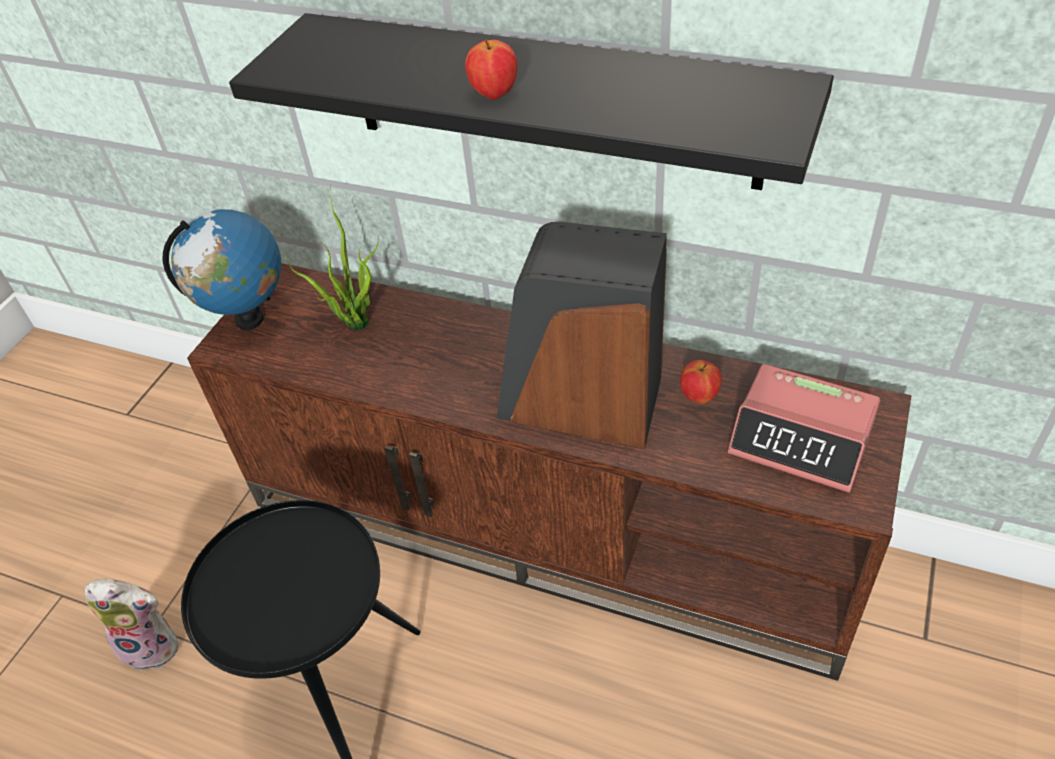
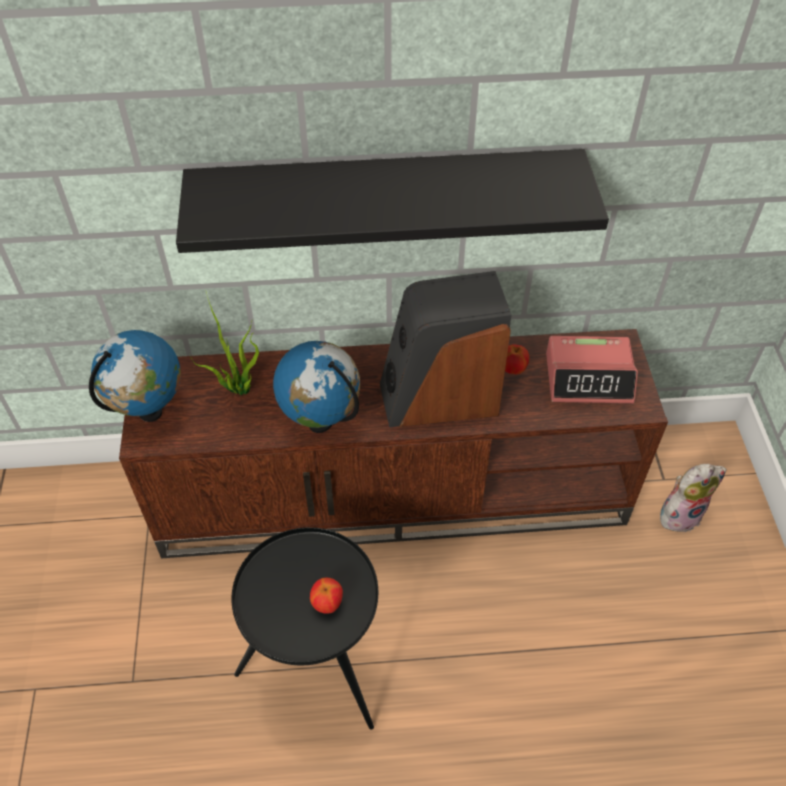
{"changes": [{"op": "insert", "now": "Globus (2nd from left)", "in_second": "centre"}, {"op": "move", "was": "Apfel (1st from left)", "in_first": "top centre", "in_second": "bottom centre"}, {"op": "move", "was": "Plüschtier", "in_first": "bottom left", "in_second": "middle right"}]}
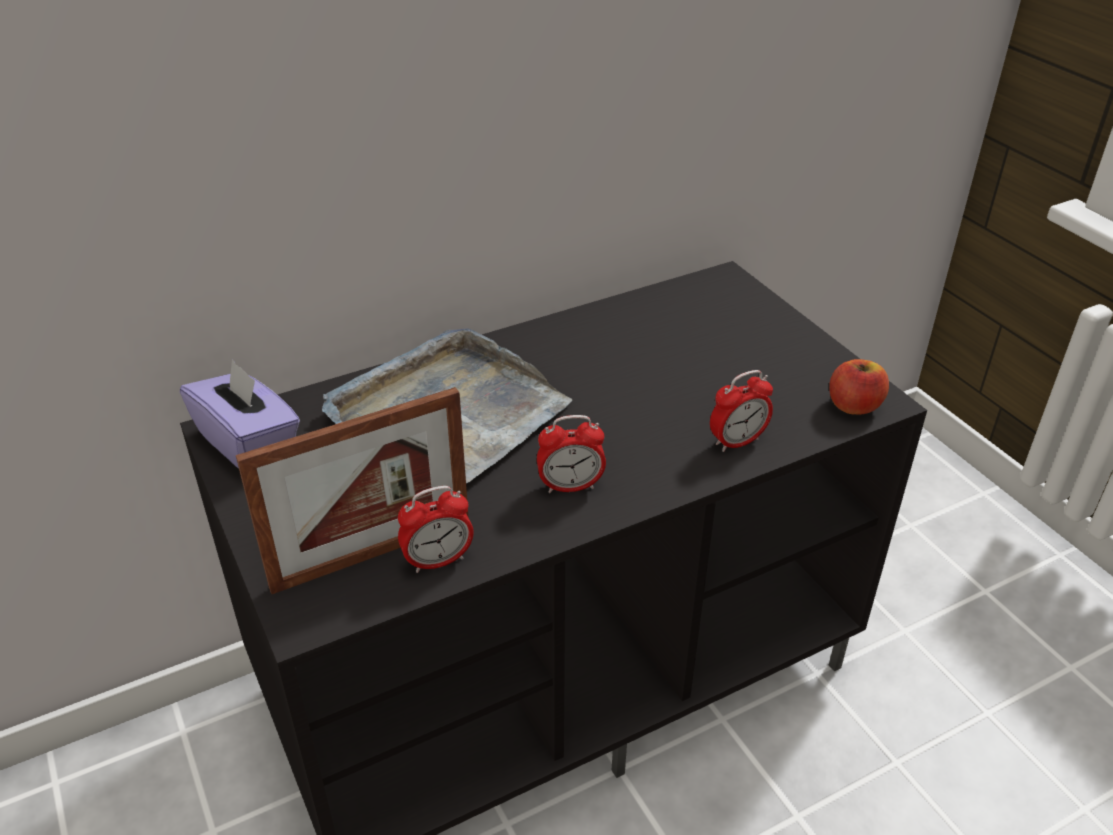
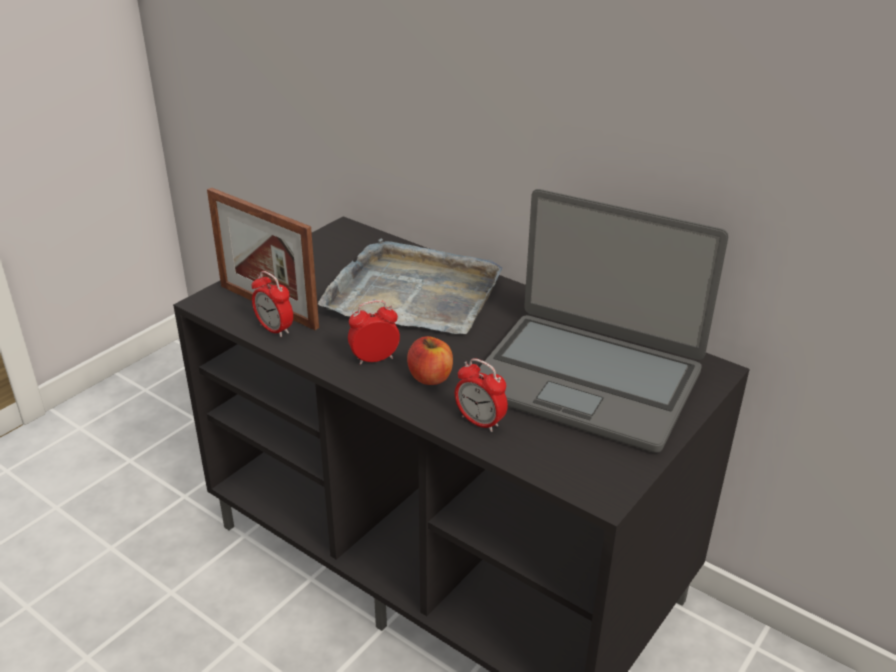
{"changes": [{"op": "rotate", "was": "Wecker (2nd from left)", "in_first": "centre", "in_second": "centre", "clockwise": 105}, {"op": "move", "was": "Apfel", "in_first": "middle right", "in_second": "centre"}, {"op": "insert", "now": "Laptop", "in_second": "middle right"}, {"op": "delete", "was": "Taschentuchbox (lila)", "in_first": "middle left"}]}
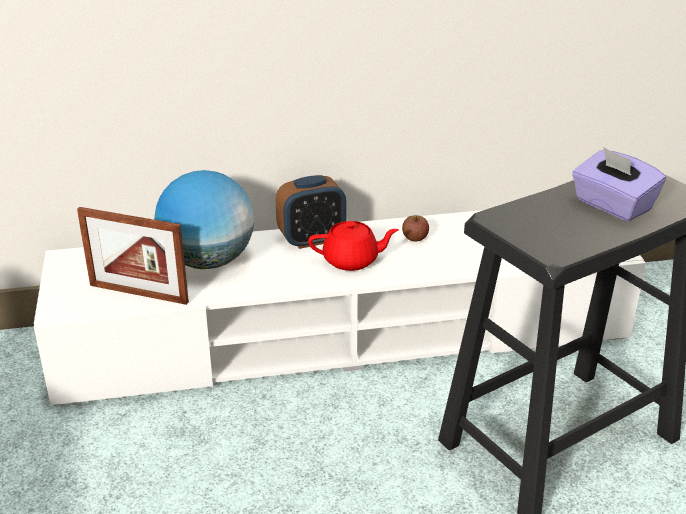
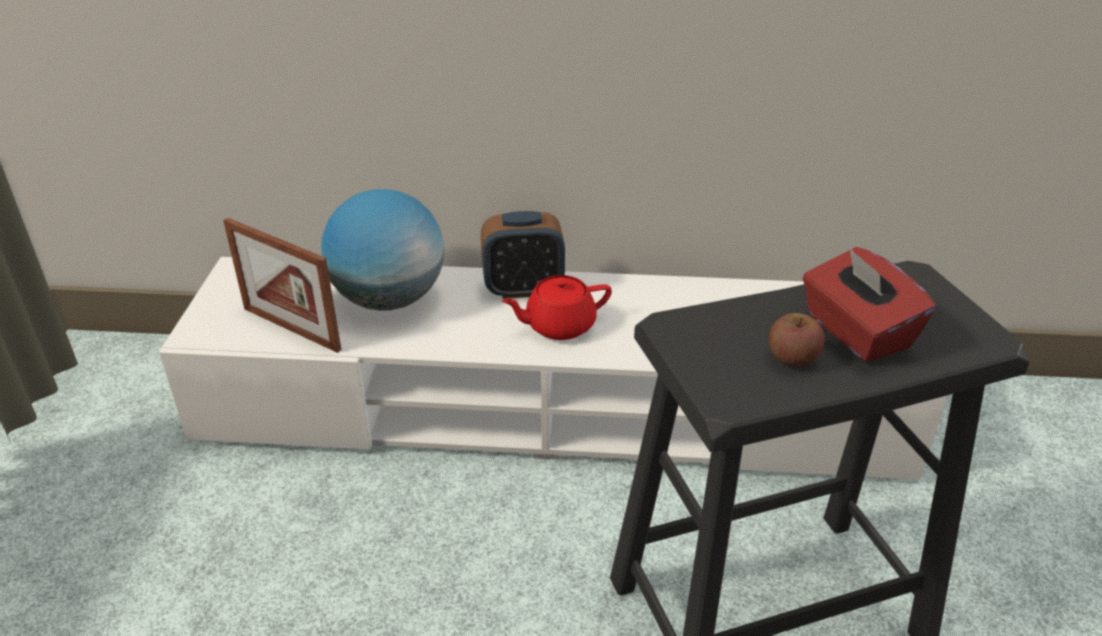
{"changes": [{"op": "rotate", "was": "Teekanne (rot)", "in_first": "centre", "in_second": "centre", "clockwise": 150}, {"op": "move", "was": "Apfel", "in_first": "centre", "in_second": "middle right"}, {"op": "recolor", "was": "Taschentuchbox (lila)", "now": "Taschentuchbox (rot)", "in_first": "middle right", "in_second": "middle right"}]}
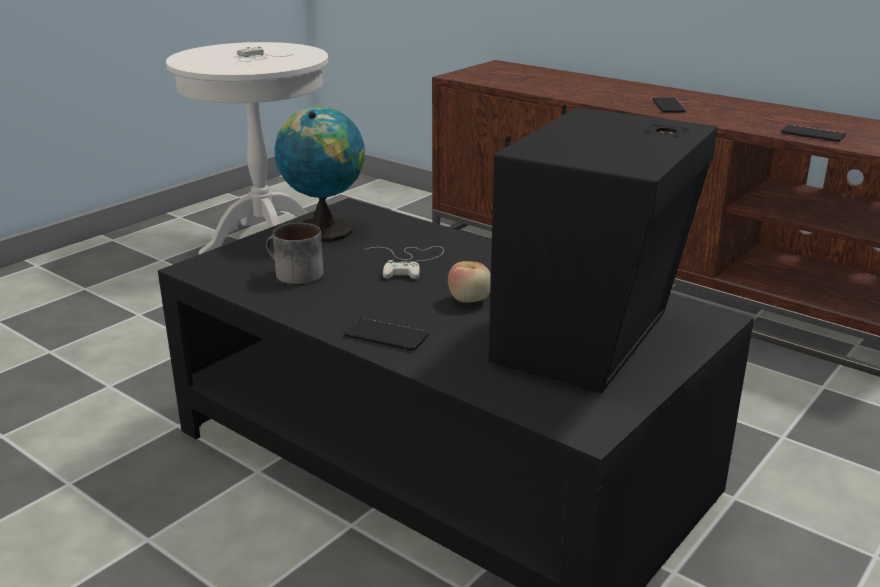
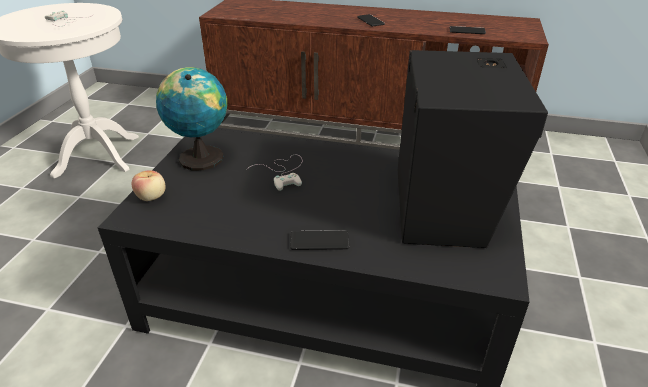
{"changes": [{"op": "move", "was": "Apfel", "in_first": "centre", "in_second": "middle left"}, {"op": "delete", "was": "Henkelbecher", "in_first": "centre"}]}
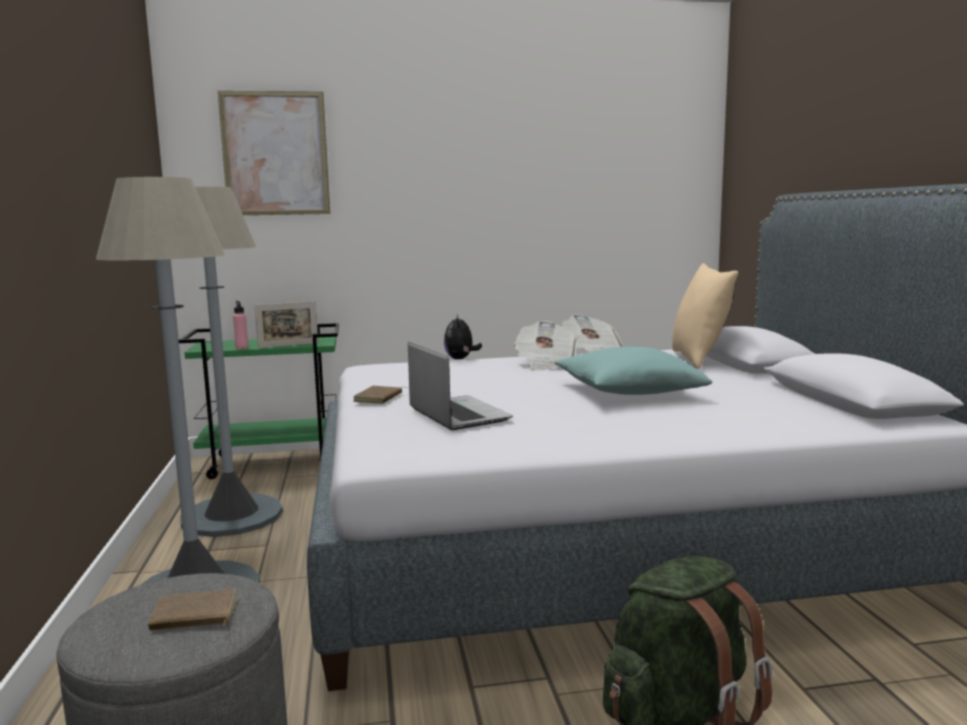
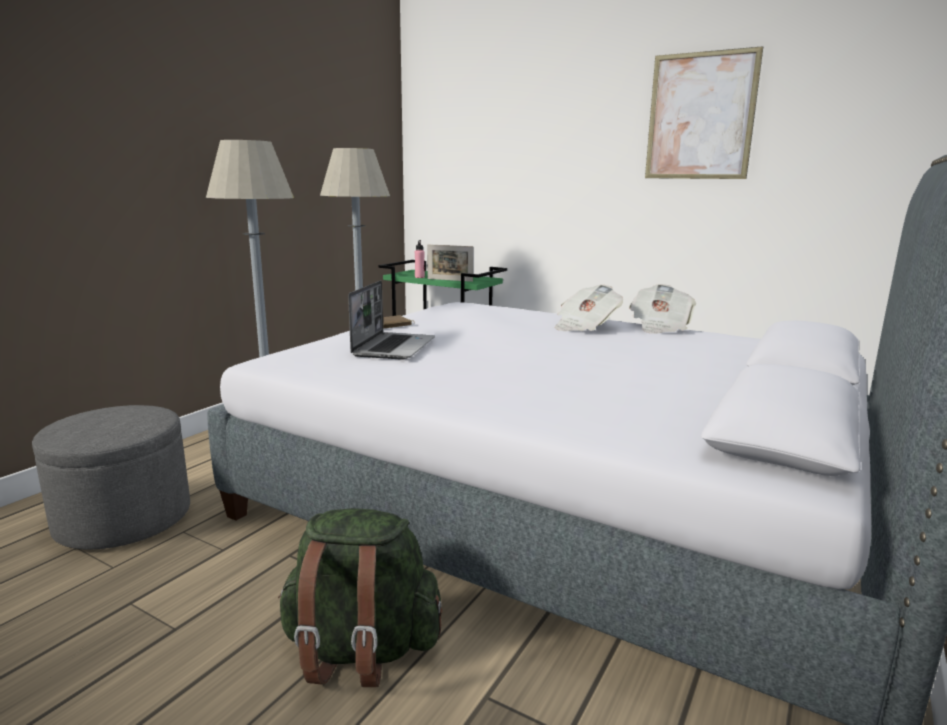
{"changes": [{"op": "move", "was": "Bild", "in_first": "top left", "in_second": "top right"}, {"op": "delete", "was": "Buch (braun) (1st from left)", "in_first": "bottom left"}, {"op": "delete", "was": "Plüschtier", "in_first": "centre"}, {"op": "delete", "was": "Kissen (türkis)", "in_first": "centre"}, {"op": "delete", "was": "Kissen (beige)", "in_first": "middle right"}]}
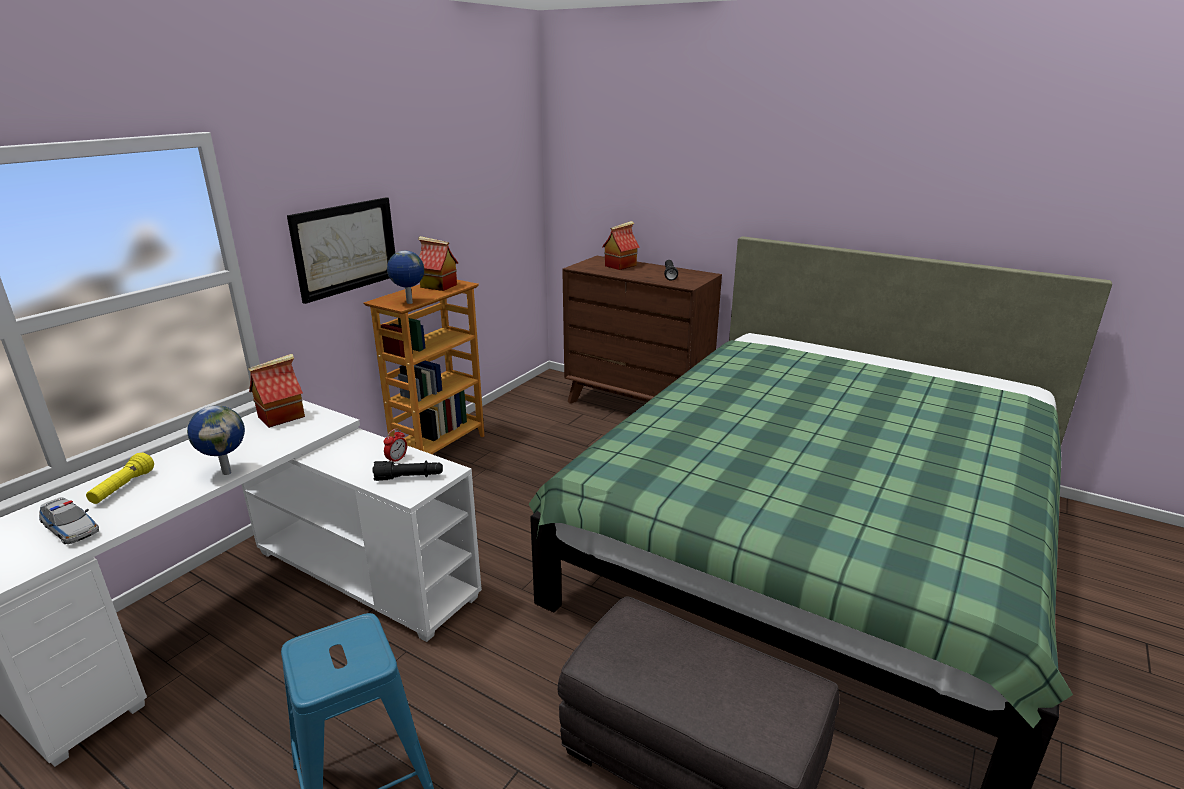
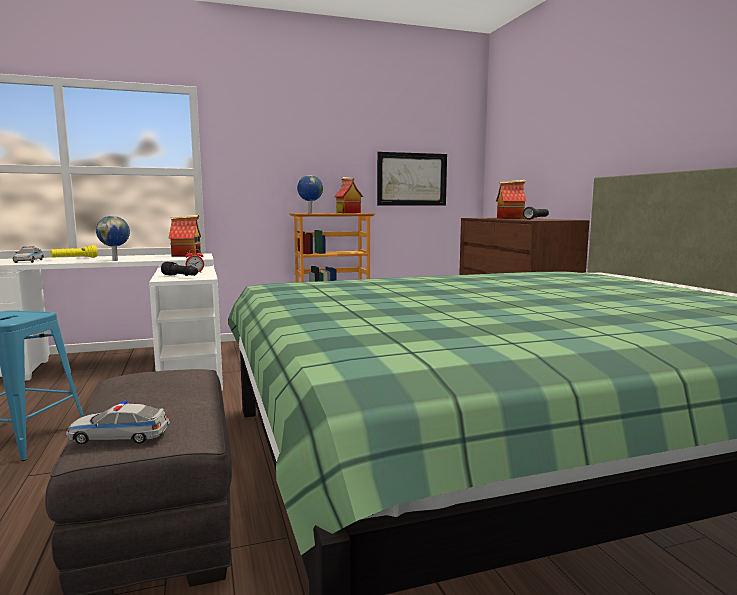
{"changes": [{"op": "insert", "now": "Spielzeugauto (2nd from left)", "in_second": "bottom left"}, {"op": "move", "was": "Bild", "in_first": "top left", "in_second": "top centre"}]}
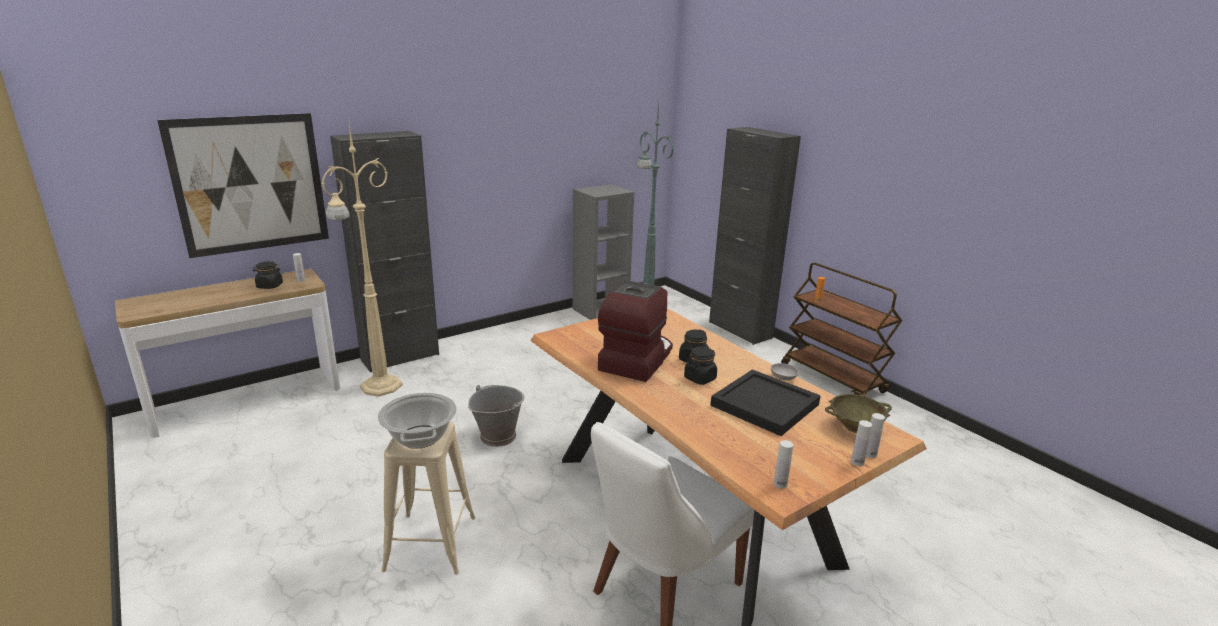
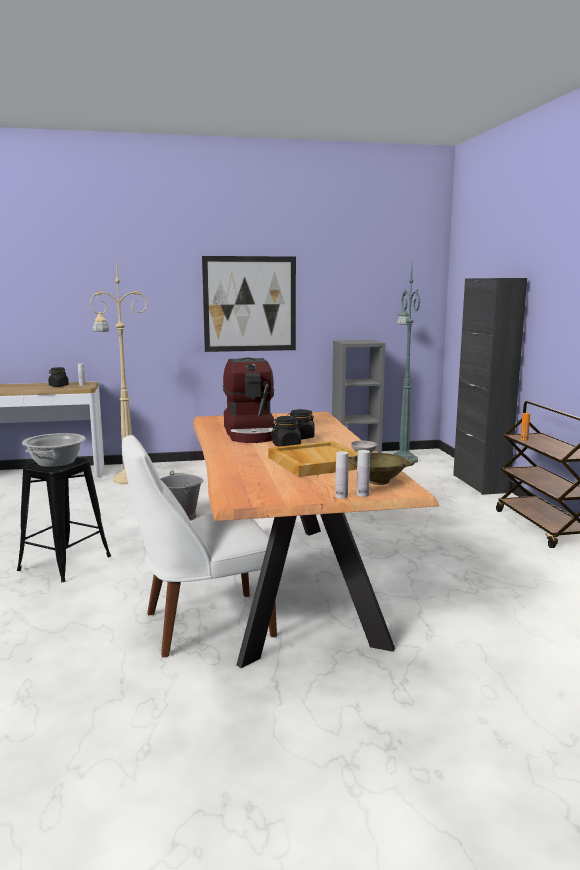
{"changes": [{"op": "recolor", "was": "Hocker (beige)", "now": "Hocker (schwarz)", "in_first": "bottom centre", "in_second": "middle left"}, {"op": "move", "was": "Bild", "in_first": "top left", "in_second": "centre"}, {"op": "rotate", "was": "Kaffeemaschine", "in_first": "centre", "in_second": "centre", "clockwise": 120}, {"op": "recolor", "was": "Tablett (schwarz)", "now": "Tablett (beige)", "in_first": "centre", "in_second": "centre"}, {"op": "delete", "was": "Schrank (schwarz) (1st from left)", "in_first": "middle left"}, {"op": "delete", "was": "Flasche (weiß) (2nd from left)", "in_first": "bottom centre"}]}
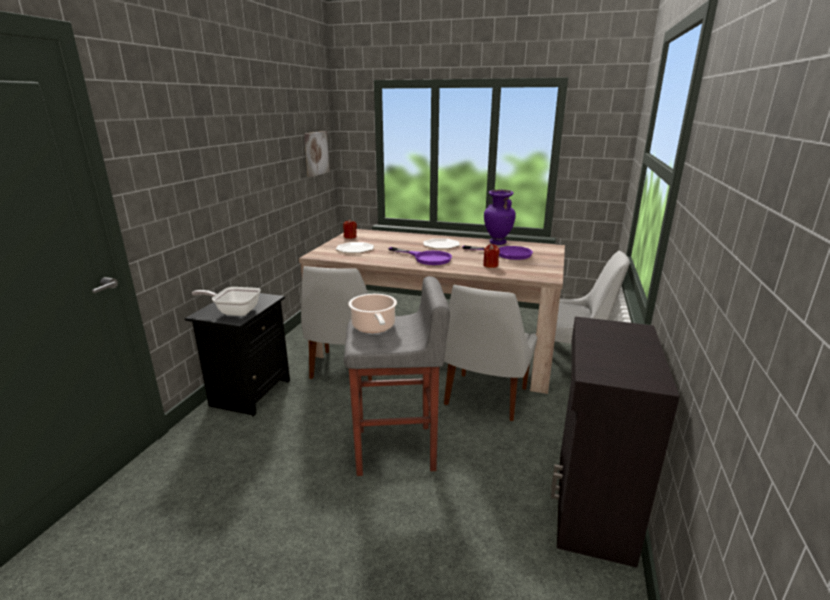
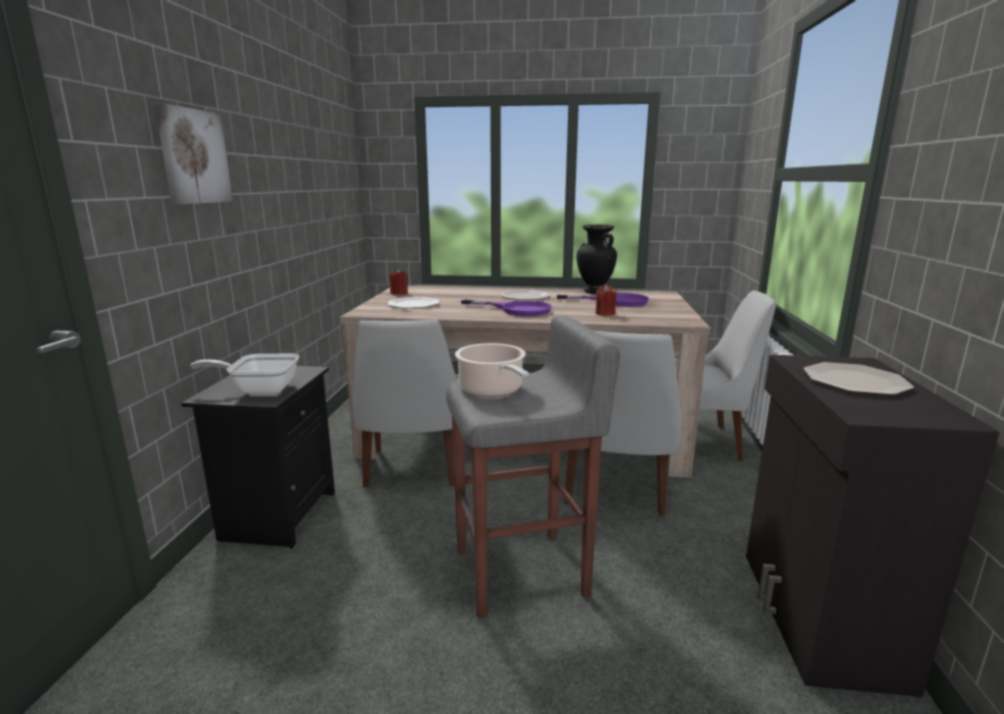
{"changes": [{"op": "move", "was": "Bild", "in_first": "top centre", "in_second": "top left"}, {"op": "recolor", "was": "Vase (lila)", "now": "Vase (schwarz)", "in_first": "centre", "in_second": "centre"}, {"op": "insert", "now": "Teller (3rd from left)", "in_second": "middle right"}]}
